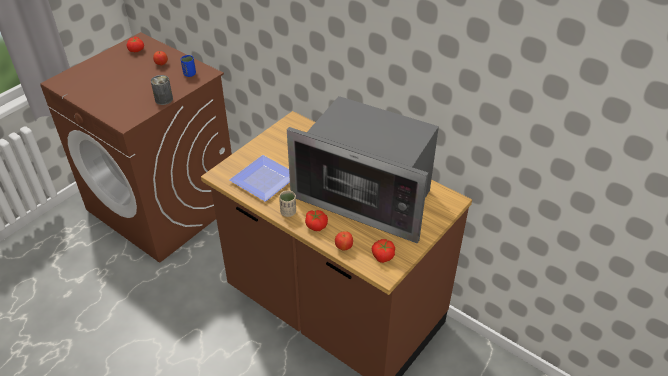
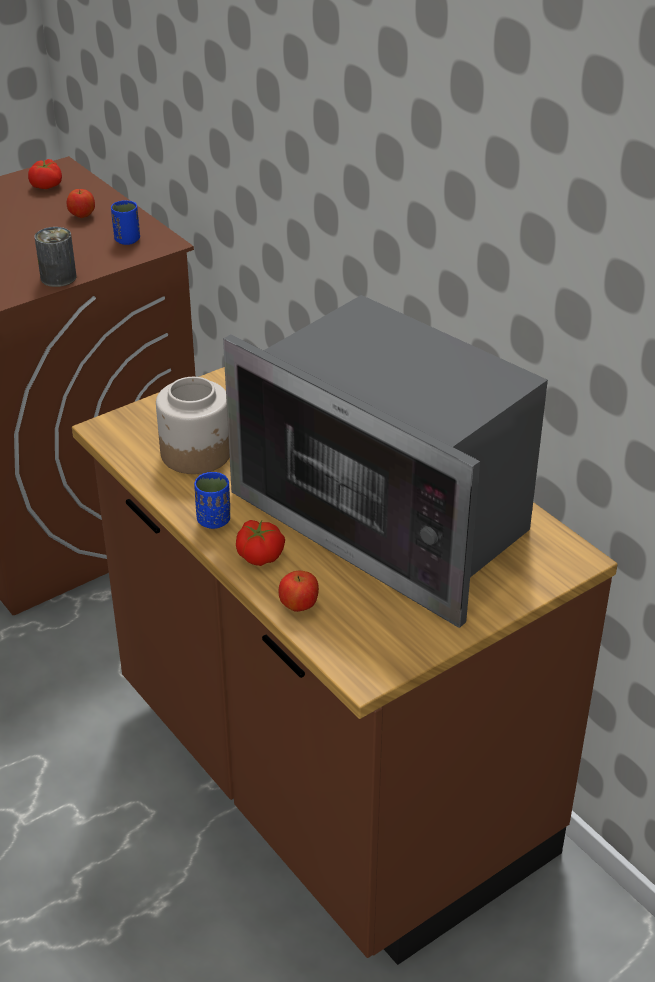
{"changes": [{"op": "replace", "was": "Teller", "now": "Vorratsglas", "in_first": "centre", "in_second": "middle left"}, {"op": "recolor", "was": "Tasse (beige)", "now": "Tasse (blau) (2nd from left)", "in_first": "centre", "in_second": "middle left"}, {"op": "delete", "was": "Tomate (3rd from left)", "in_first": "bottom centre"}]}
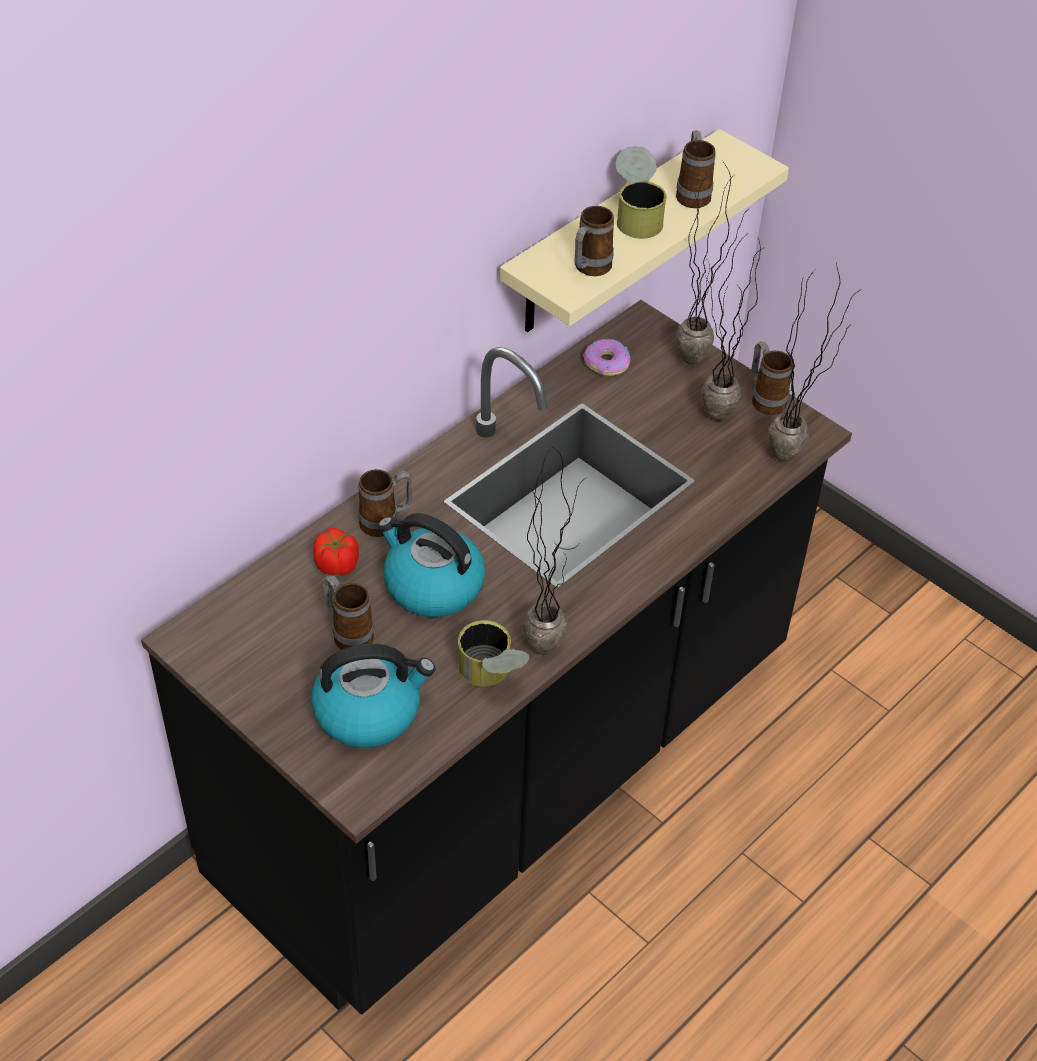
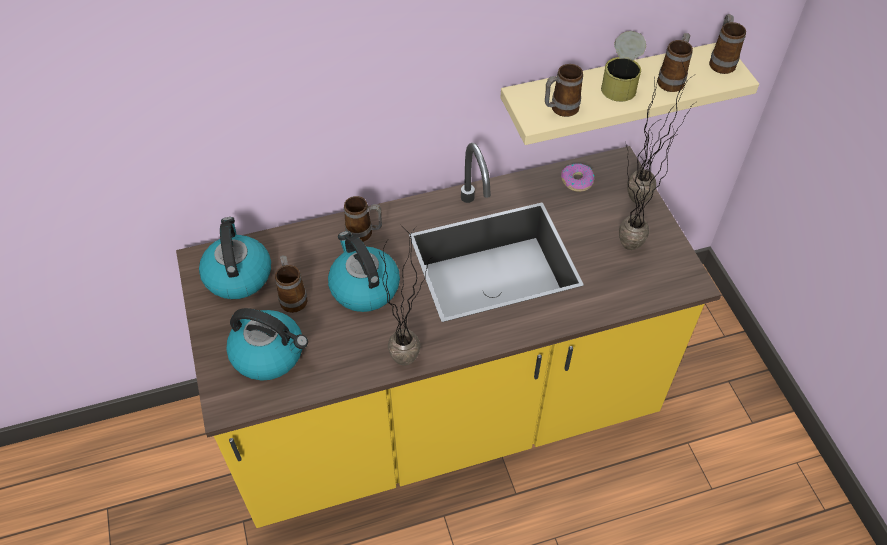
{"changes": [{"op": "recolor", "was": "Küchenzeile (schwarz)", "now": "Küchenzeile (gelb)", "in_first": "centre", "in_second": "centre"}, {"op": "insert", "now": "Wasserkessel (1st from left)", "in_second": "middle left"}, {"op": "move", "was": "Henkelbecher (5th from left)", "in_first": "middle right", "in_second": "top right"}, {"op": "delete", "was": "Tomate", "in_first": "middle left"}, {"op": "delete", "was": "Dose (1st from left)", "in_first": "centre"}, {"op": "delete", "was": "Topfpflanze (4th from left)", "in_first": "middle right"}]}
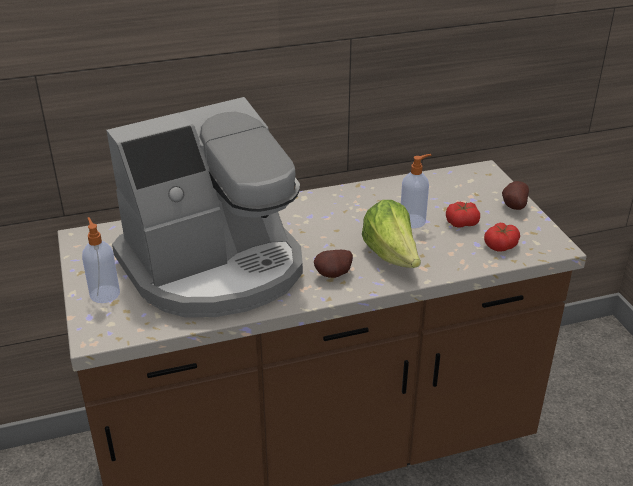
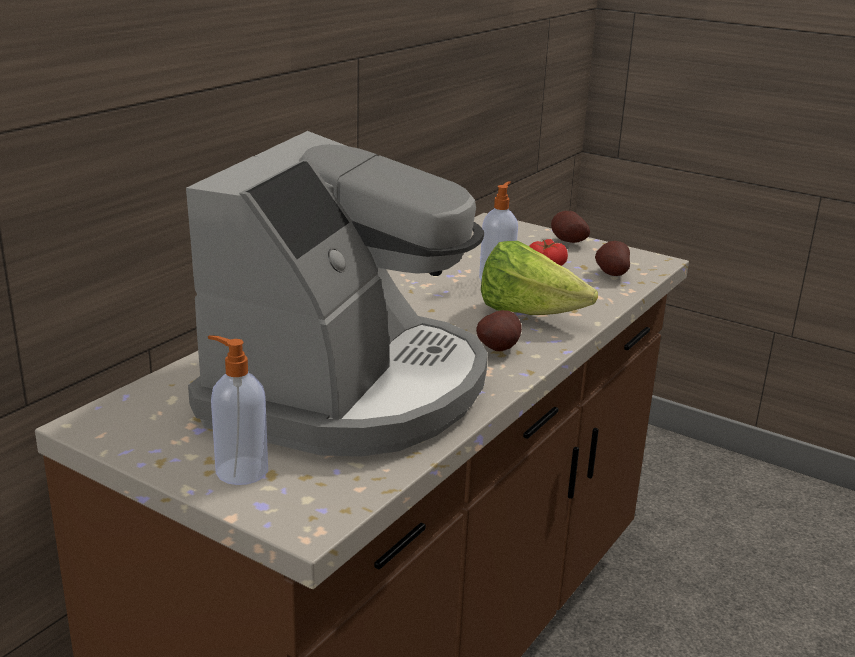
{"changes": [{"op": "replace", "was": "Tomate (2nd from left)", "now": "Kartoffel (3rd from left)", "in_first": "middle right", "in_second": "middle right"}]}
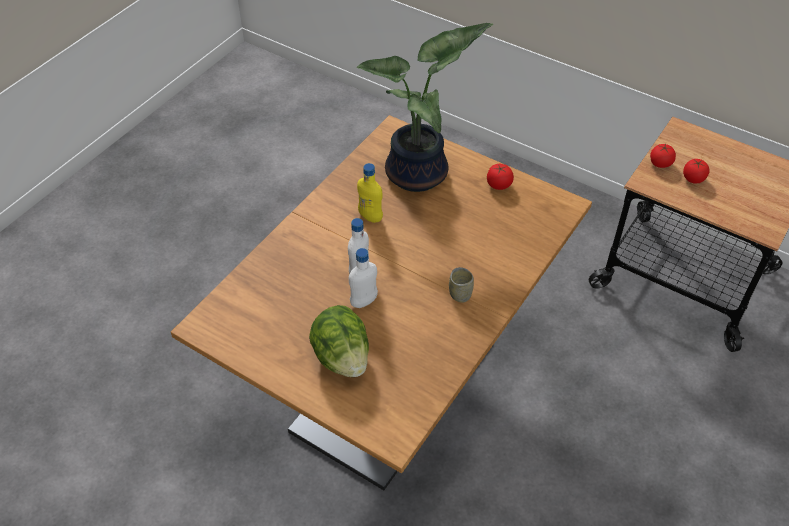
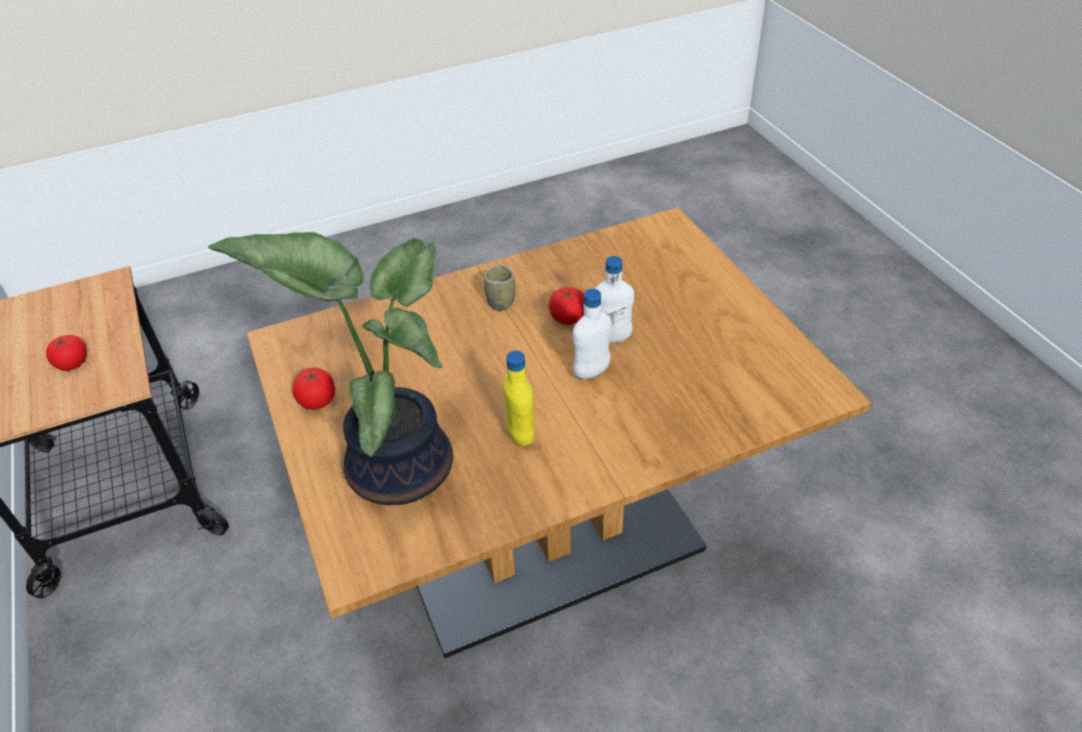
{"changes": [{"op": "move", "was": "Tomate (2nd from left in the first image)", "now": "Tomate (3rd from left)", "in_first": "top right", "in_second": "centre"}, {"op": "delete", "was": "Salatkopf", "in_first": "centre"}]}
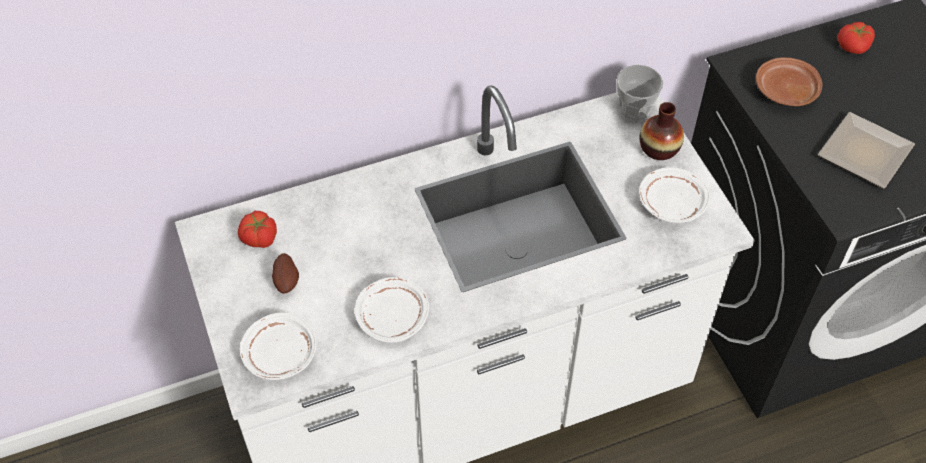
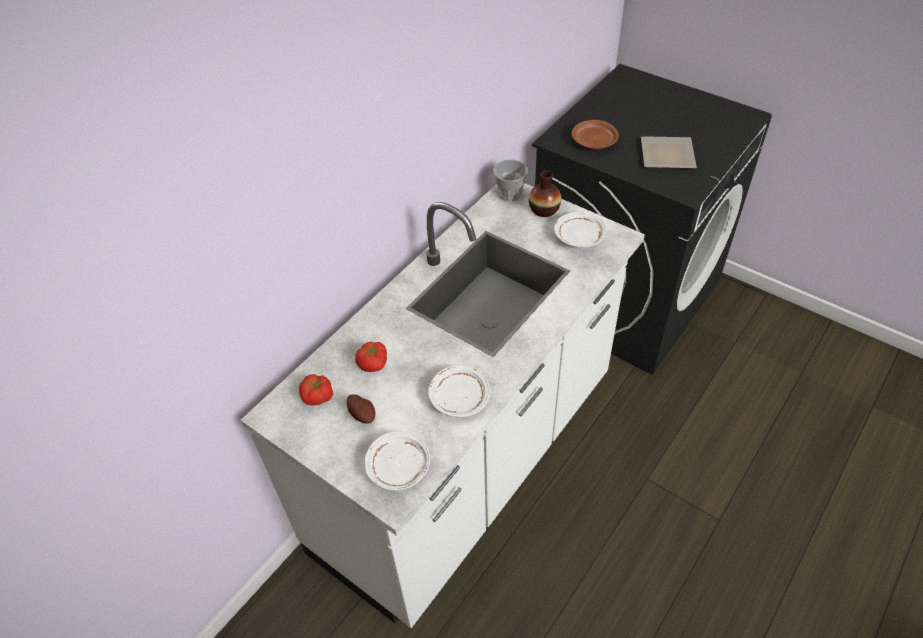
{"changes": [{"op": "move", "was": "Tomate (2nd from left)", "in_first": "top right", "in_second": "centre"}]}
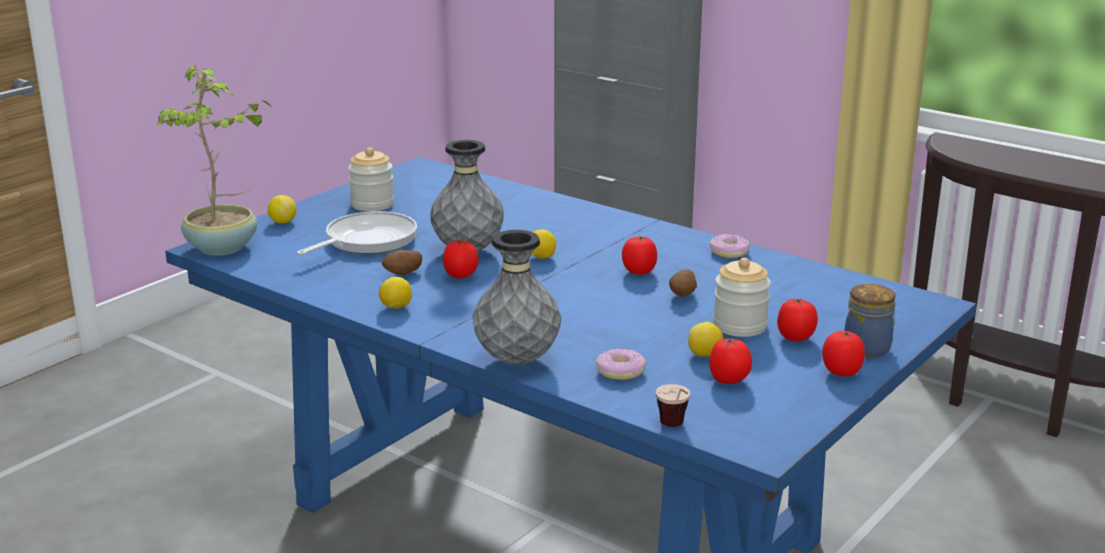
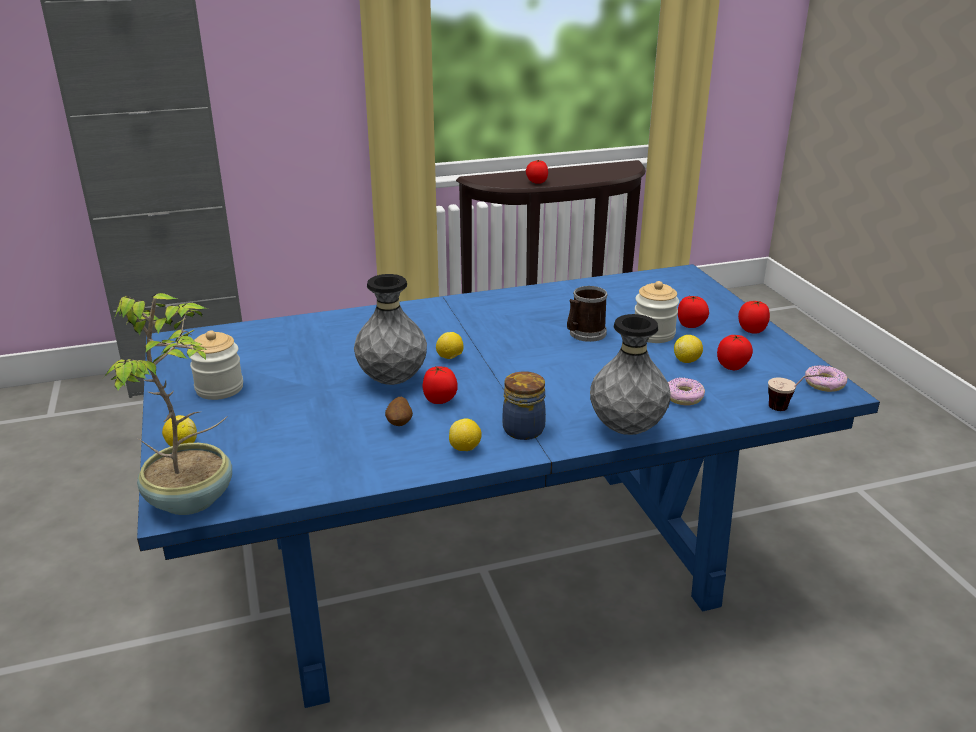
{"changes": [{"op": "move", "was": "Vorratsglas (3rd from left in the first image)", "now": "Vorratsglas (2nd from left)", "in_first": "middle right", "in_second": "centre"}, {"op": "move", "was": "Tomate (2nd from left)", "in_first": "centre", "in_second": "top centre"}, {"op": "replace", "was": "Kartoffel (2nd from left)", "now": "Henkelbecher", "in_first": "centre", "in_second": "centre"}, {"op": "move", "was": "Donut (2nd from left)", "in_first": "centre", "in_second": "middle right"}, {"op": "delete", "was": "Pfanne", "in_first": "middle left"}]}
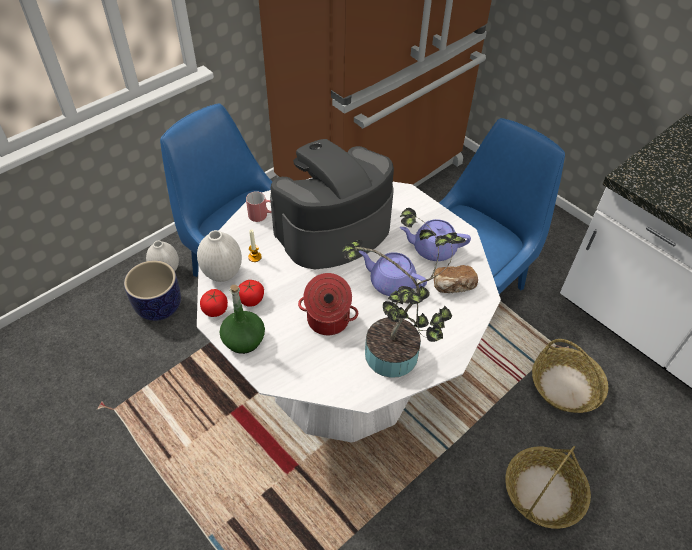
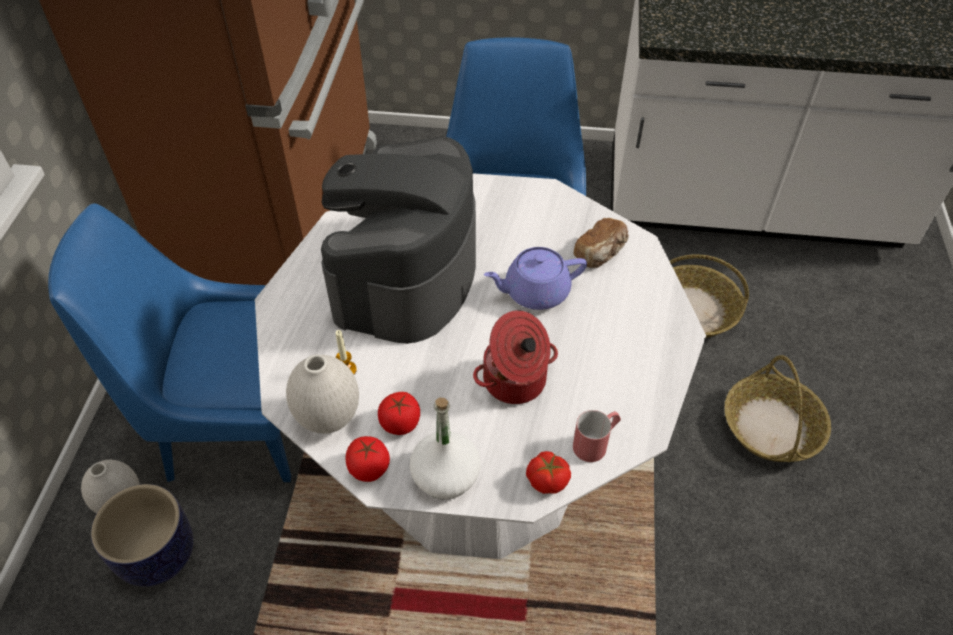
{"changes": [{"op": "recolor", "was": "Flasche (grün)", "now": "Flasche (weiß)", "in_first": "centre", "in_second": "bottom centre"}, {"op": "insert", "now": "Tomate (3rd from left)", "in_second": "bottom centre"}, {"op": "move", "was": "Henkelbecher (rot)", "in_first": "centre", "in_second": "bottom centre"}, {"op": "delete", "was": "Topfpflanze", "in_first": "centre"}, {"op": "delete", "was": "Teekanne (lila) (2nd from left)", "in_first": "centre"}]}
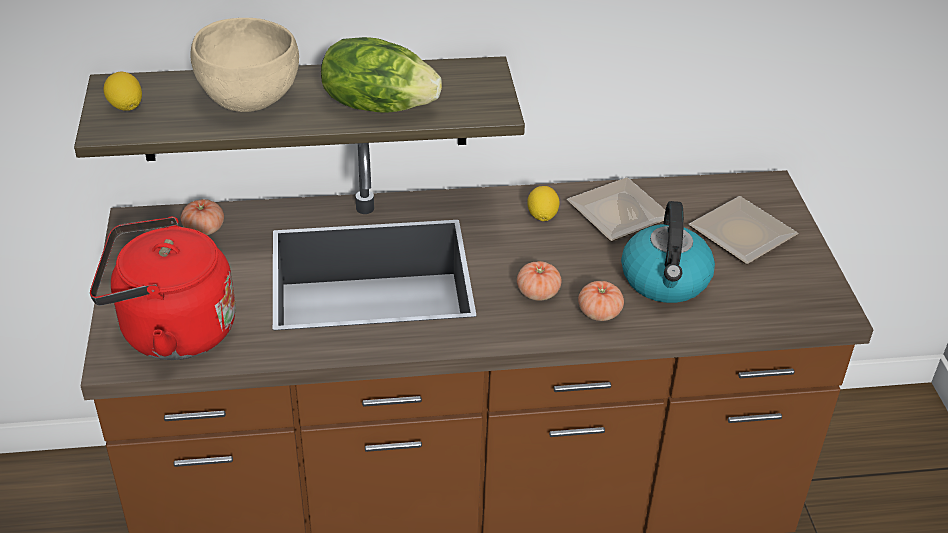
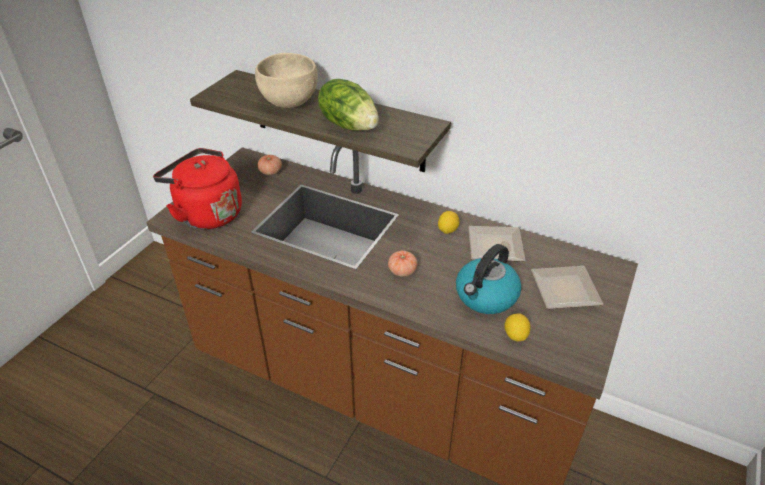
{"changes": [{"op": "move", "was": "Zitrone (1st from left in the first image)", "now": "Zitrone (2nd from left)", "in_first": "top left", "in_second": "bottom right"}, {"op": "delete", "was": "Tomate (3rd from left)", "in_first": "centre"}]}
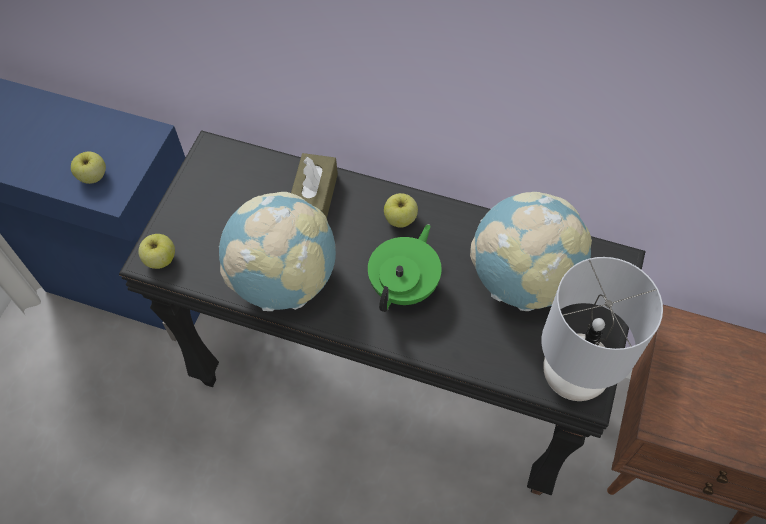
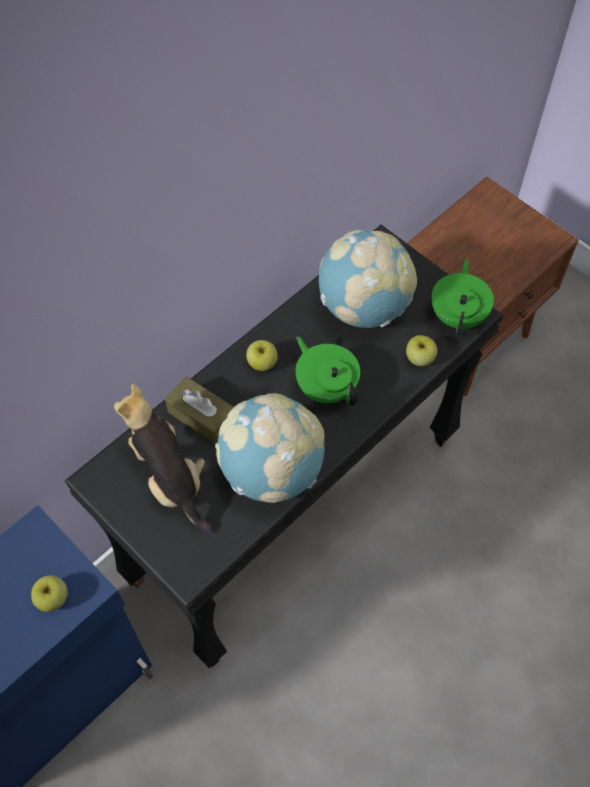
{"changes": [{"op": "insert", "now": "Plüschtier", "in_second": "middle left"}, {"op": "move", "was": "Apfel (2nd from left in the first image)", "now": "Apfel (3rd from left)", "in_first": "middle left", "in_second": "middle right"}, {"op": "replace", "was": "Tischlampe (grau)", "now": "Teekanne (grün) (2nd from left)", "in_first": "middle right", "in_second": "middle right"}]}
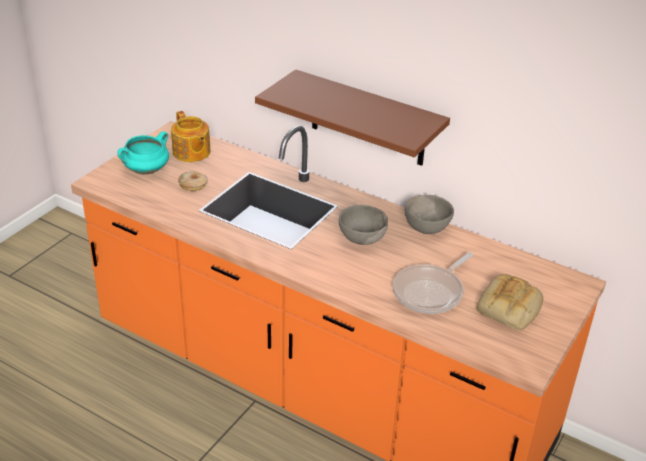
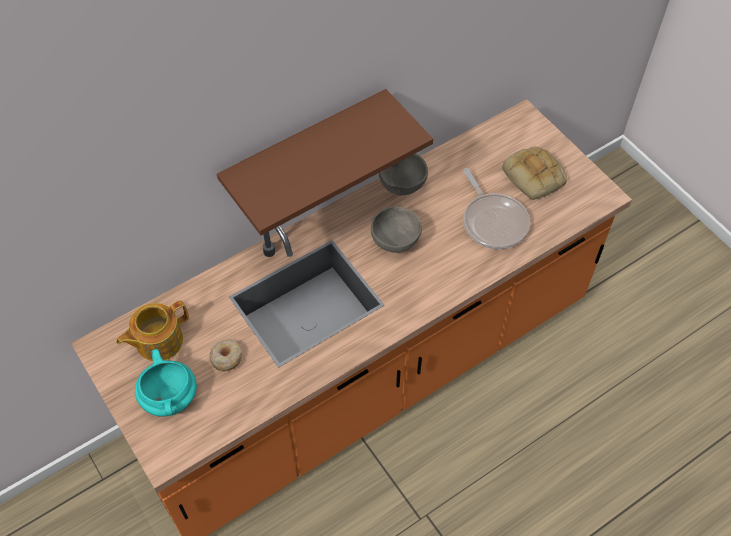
{"changes": [{"op": "rotate", "was": "Teekanne", "in_first": "top left", "in_second": "middle left", "clockwise": 150}]}
